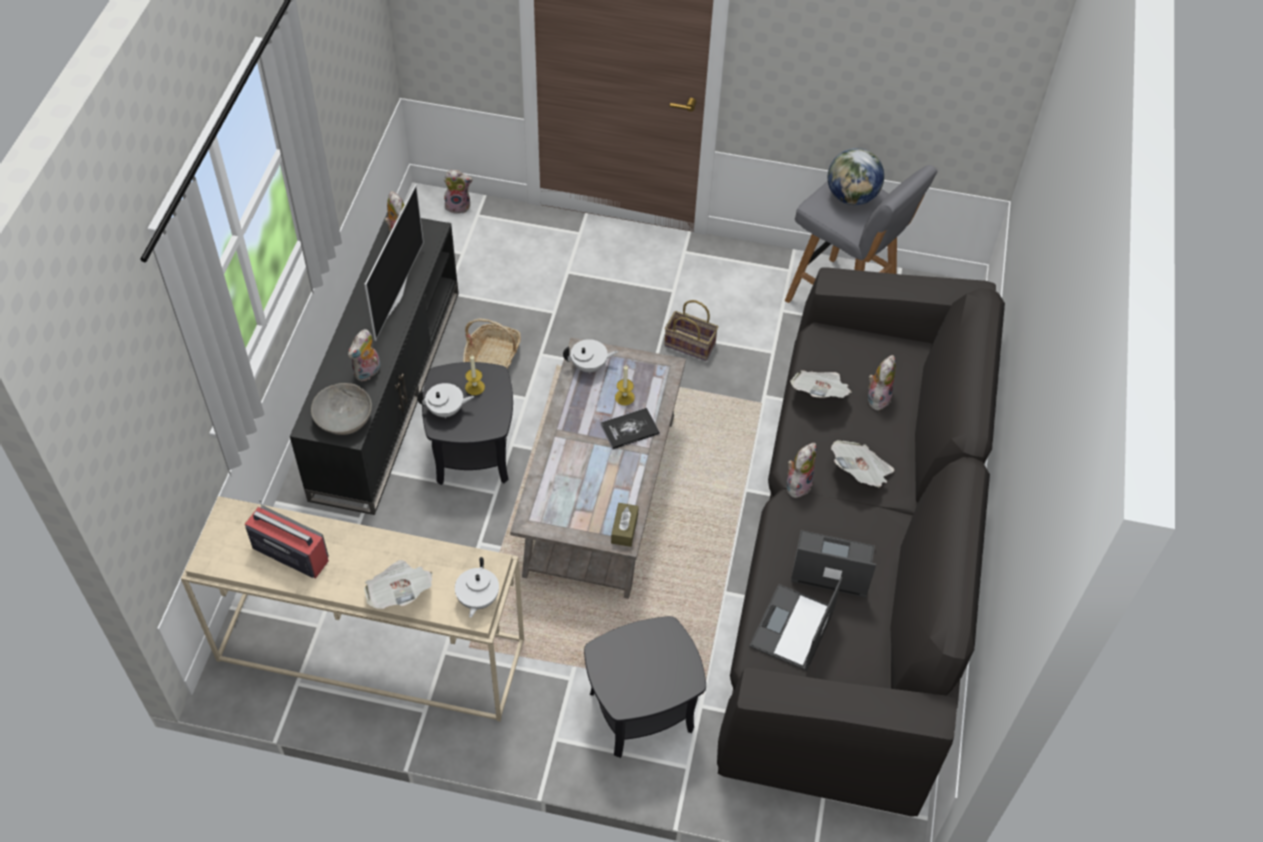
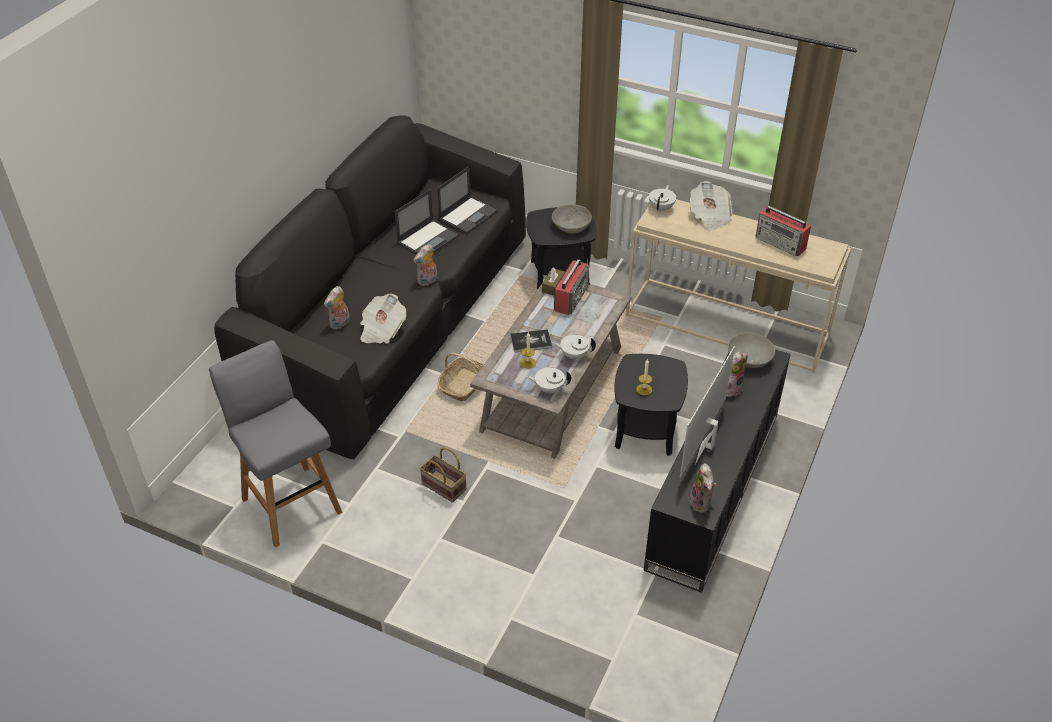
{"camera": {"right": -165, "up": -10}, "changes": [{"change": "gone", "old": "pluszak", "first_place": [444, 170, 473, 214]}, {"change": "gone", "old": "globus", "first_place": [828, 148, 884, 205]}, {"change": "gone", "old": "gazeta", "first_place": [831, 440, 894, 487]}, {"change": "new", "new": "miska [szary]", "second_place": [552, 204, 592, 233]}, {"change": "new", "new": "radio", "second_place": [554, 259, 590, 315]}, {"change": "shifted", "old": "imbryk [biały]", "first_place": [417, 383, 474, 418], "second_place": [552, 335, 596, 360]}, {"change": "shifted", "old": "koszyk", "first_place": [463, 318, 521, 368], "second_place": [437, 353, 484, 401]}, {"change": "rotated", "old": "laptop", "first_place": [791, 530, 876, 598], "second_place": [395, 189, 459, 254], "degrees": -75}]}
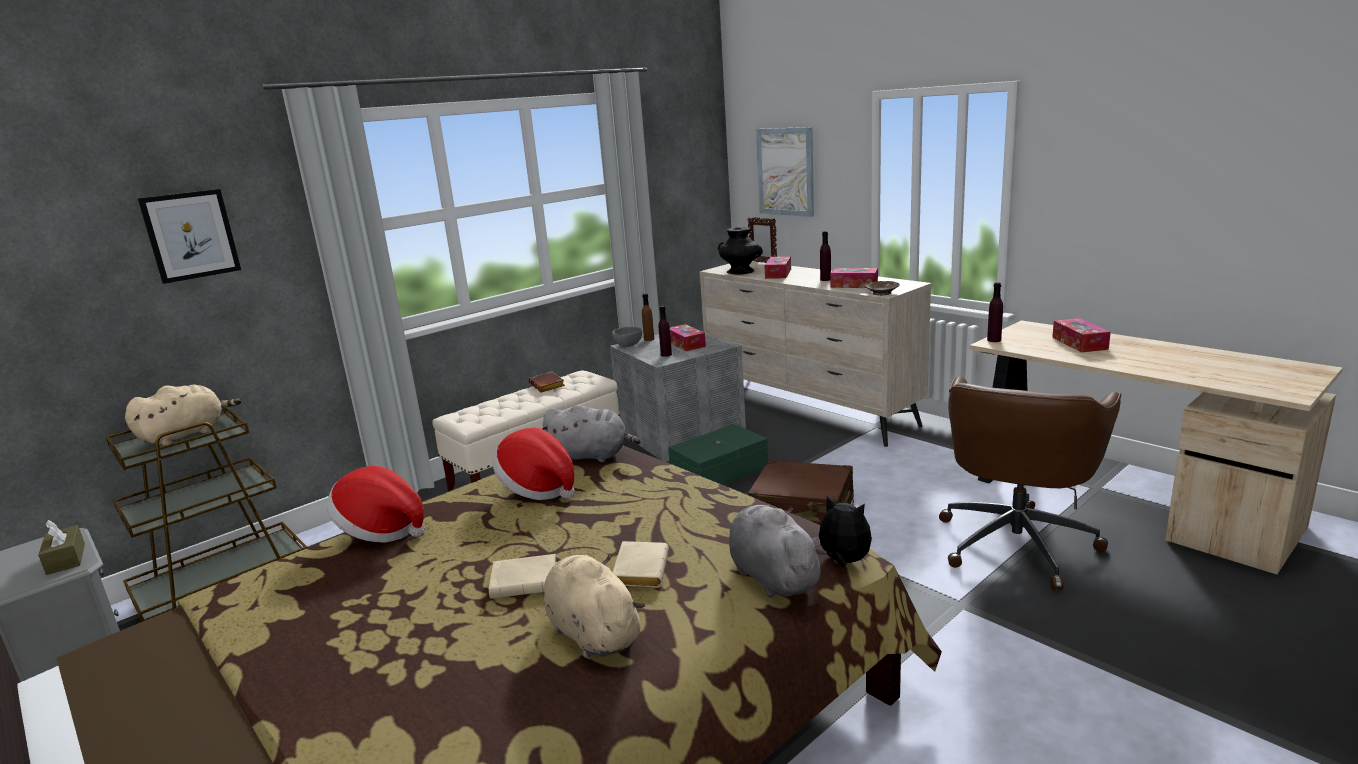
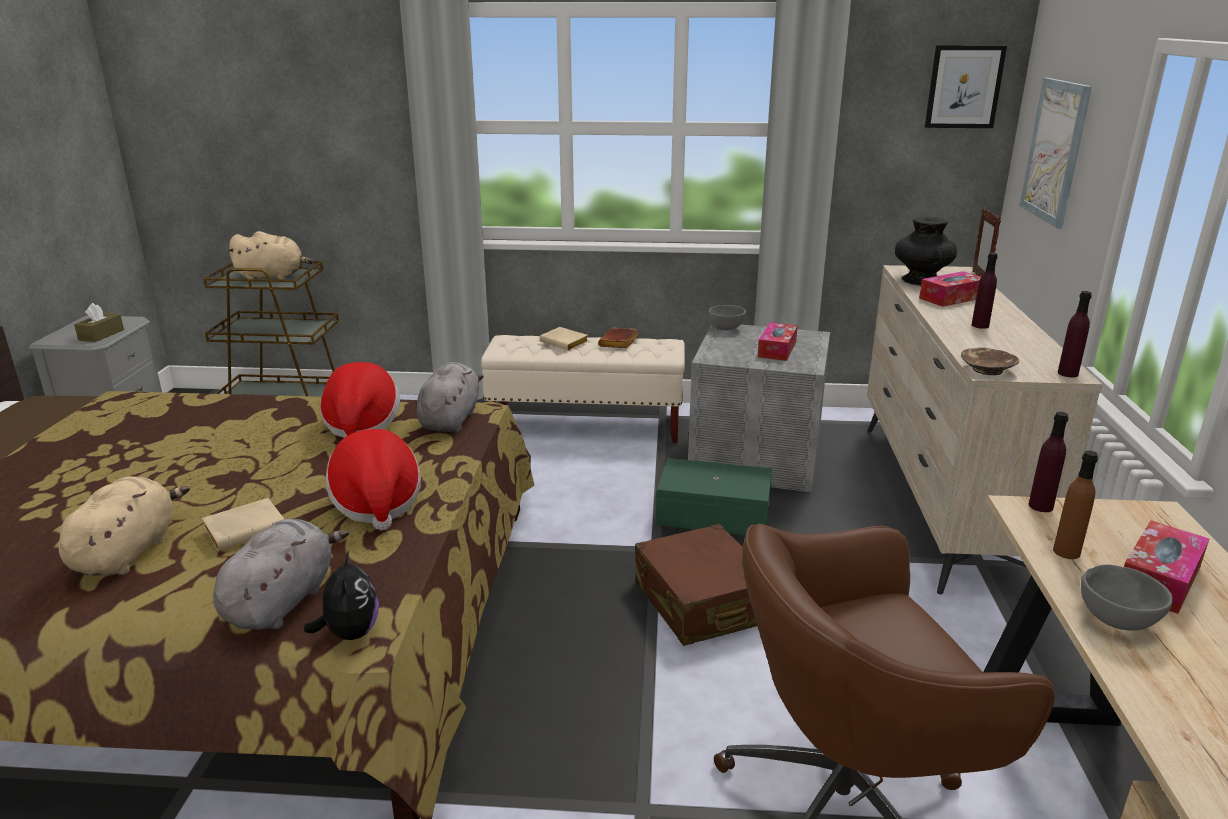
{"camera": {"right": 45, "up": 5}, "changes": [{"change": "gone", "old": "pudełko chusteczek", "first_place": [830, 268, 878, 288]}, {"change": "new", "new": "miska [szary]", "second_place": [1081, 564, 1173, 631]}, {"change": "shifted", "old": "obraz", "first_place": [138, 189, 241, 284], "second_place": [925, 45, 1007, 128]}, {"change": "shifted", "old": "kapelusz", "first_place": [327, 466, 425, 543], "second_place": [326, 429, 421, 530]}, {"change": "shifted", "old": "książka [beżowy]", "first_place": [489, 554, 557, 599], "second_place": [540, 327, 588, 350]}, {"change": "shifted", "old": "butelka [brązowy]", "first_place": [642, 293, 654, 341], "second_place": [1053, 451, 1098, 559]}, {"change": "shifted", "old": "butelka [fioletowy]", "first_place": [659, 306, 672, 357], "second_place": [1058, 291, 1092, 377]}, {"change": "rotated", "old": "pluszak [szary]", "first_place": [542, 405, 640, 462], "second_place": [416, 362, 484, 432], "degrees": -135}]}
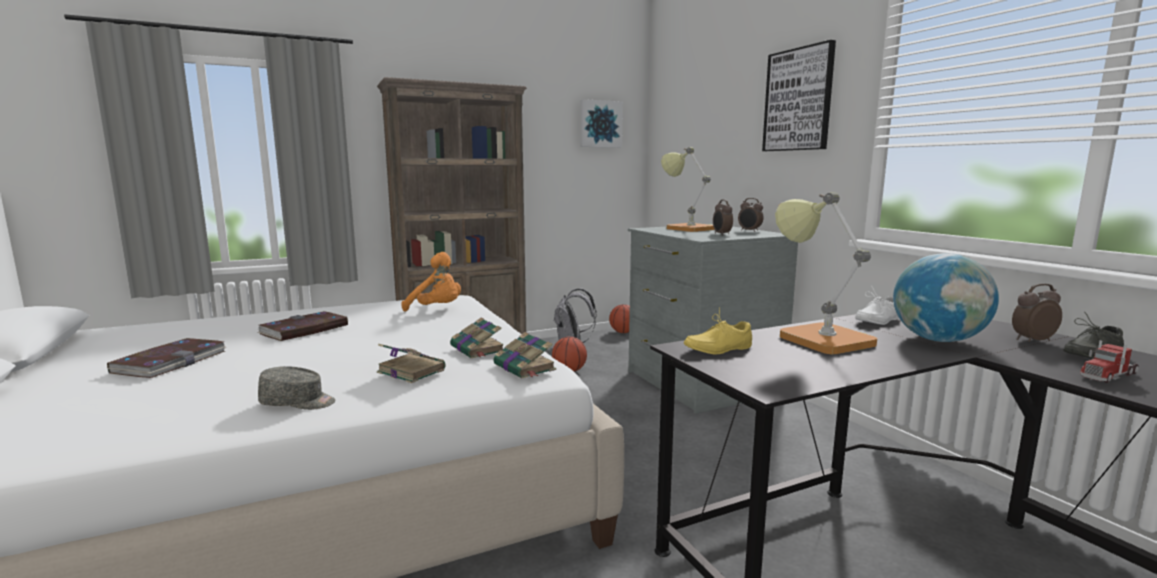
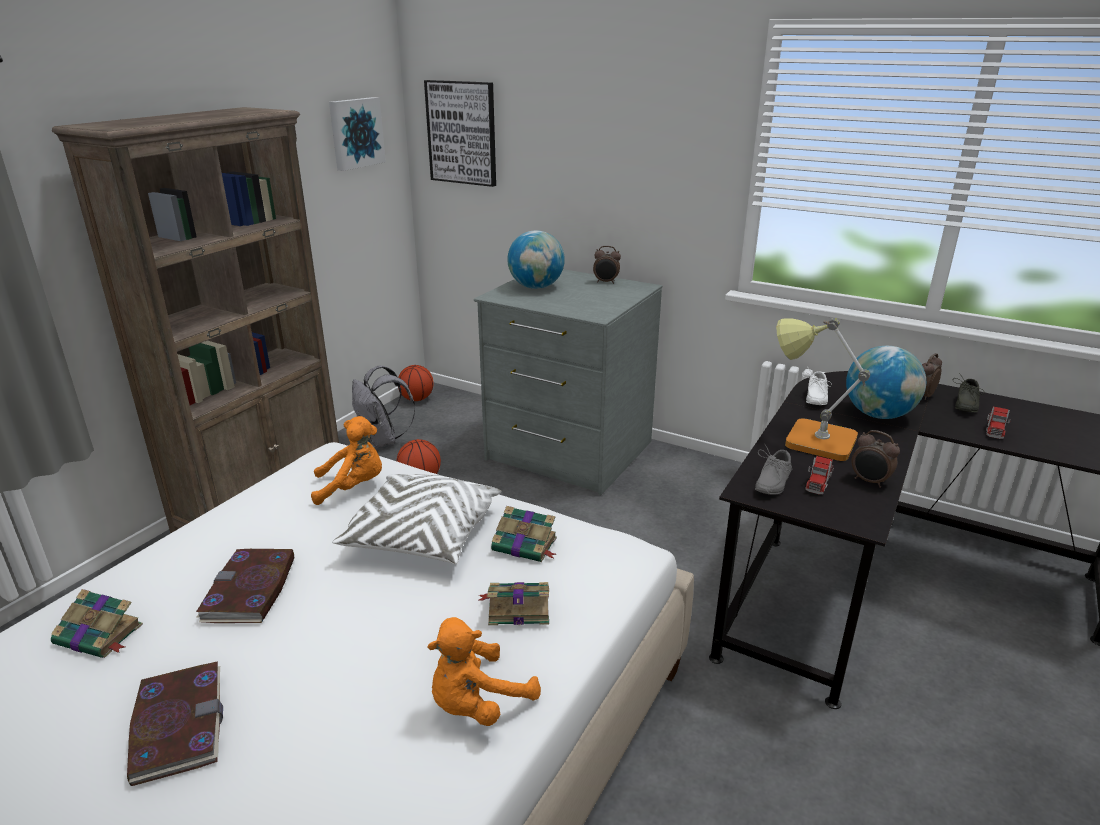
{"camera": {"right": -35, "up": 15}, "changes": [{"change": "new", "new": "poduszka [biały]", "second_place": [332, 474, 502, 564]}, {"change": "new", "new": "ciężarówka zabawkowa", "second_place": [805, 456, 834, 495]}, {"change": "shifted", "old": "książka", "first_place": [493, 332, 556, 379], "second_place": [51, 589, 143, 658]}, {"change": "shifted", "old": "budzik", "first_place": [713, 199, 733, 235], "second_place": [852, 430, 900, 488]}, {"change": "shifted", "old": "obraz", "first_place": [762, 40, 836, 151], "second_place": [424, 80, 496, 187]}, {"change": "swapped", "old": "czapka z daszkiem [szary]", "new": "pluszak [pomarańczowy]", "first_place": [258, 366, 336, 410], "second_place": [427, 617, 541, 726]}, {"change": "swapped", "old": "lampa stołowa", "new": "globus", "first_place": [661, 147, 715, 232], "second_place": [507, 230, 565, 289]}, {"change": "repainted", "old": "but [żółty]", "new": "but [szary]", "first_place": [684, 307, 752, 355], "second_place": [755, 445, 792, 494]}]}
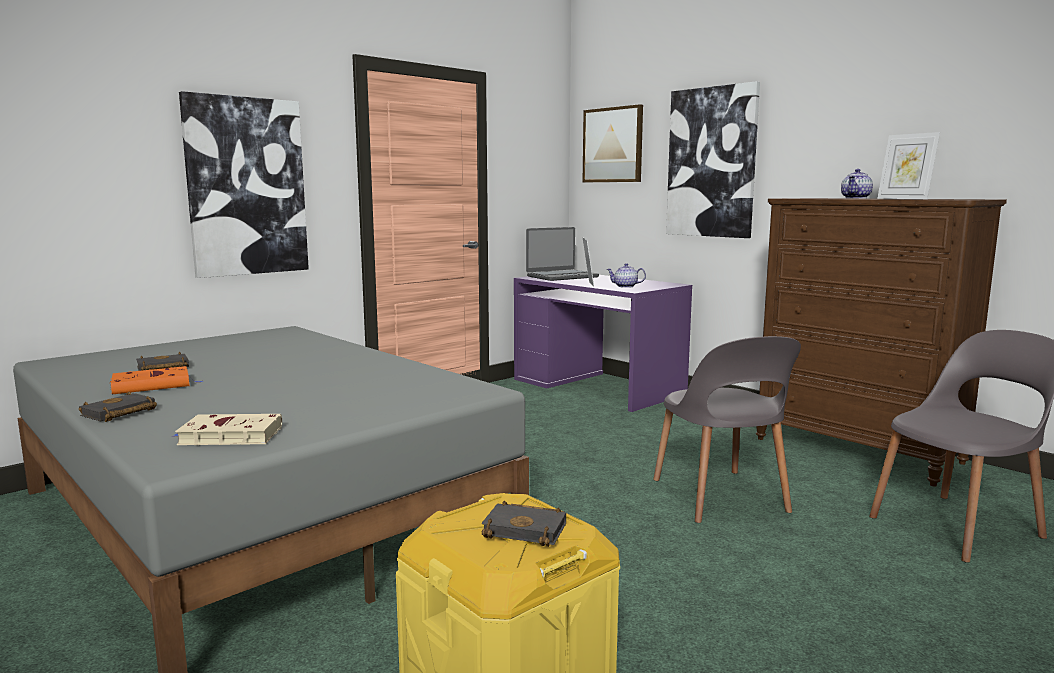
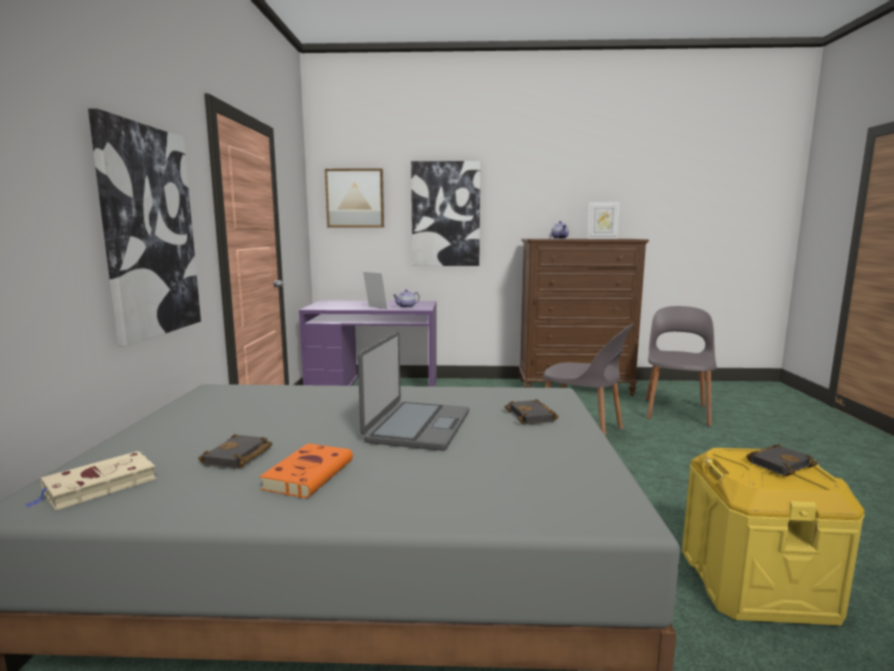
{"camera": {"right": -45, "up": 0}, "changes": [{"change": "shifted", "old": "książka [czarny]", "first_place": [79, 392, 157, 422], "second_place": [505, 399, 558, 425]}, {"change": "shifted", "old": "książka [beżowy]", "first_place": [171, 414, 282, 445], "second_place": [24, 451, 157, 511]}, {"change": "shifted", "old": "laptop", "first_place": [526, 227, 599, 281], "second_place": [358, 332, 469, 451]}]}
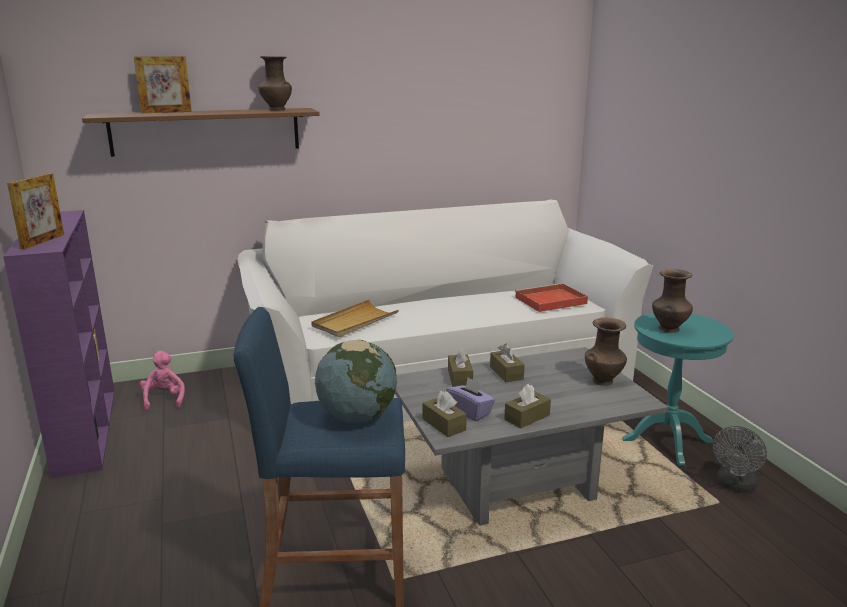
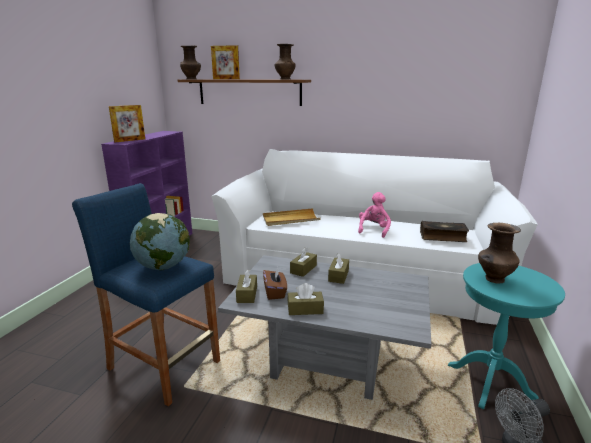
{"camera": {"right": 35, "up": 0}, "changes": [{"change": "shifted", "old": "pluszak [różowy]", "first_place": [140, 351, 185, 410], "second_place": [358, 192, 391, 238]}, {"change": "shifted", "old": "wazon [brązowy]", "first_place": [585, 317, 627, 386], "second_place": [180, 46, 201, 79]}, {"change": "swapped", "old": "taca [czerwony]", "new": "książka", "first_place": [515, 283, 588, 312], "second_place": [420, 221, 469, 242]}, {"change": "repainted", "old": "pudełko chusteczek [fioletowy]", "new": "pudełko chusteczek [brązowy]", "first_place": [446, 377, 495, 421], "second_place": [263, 267, 287, 300]}]}
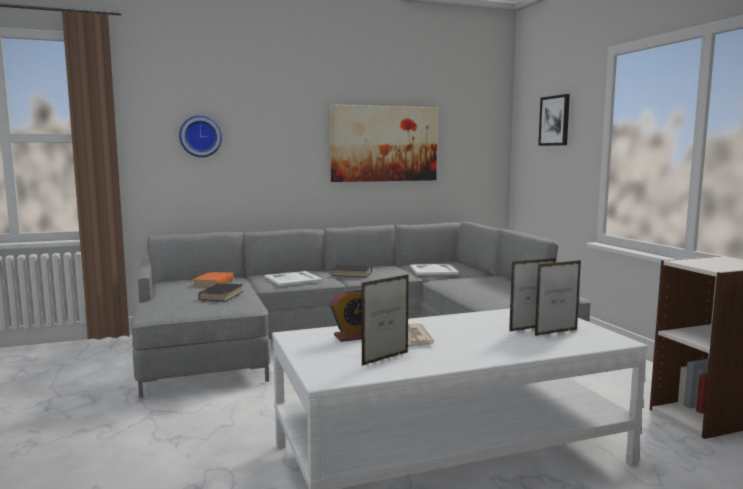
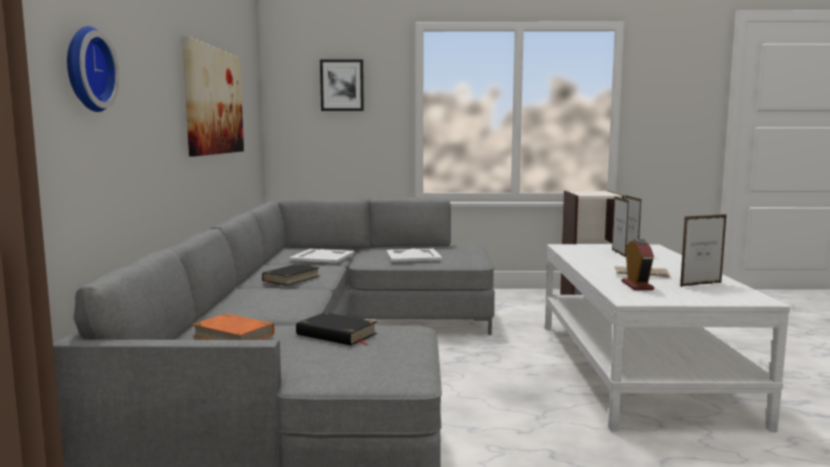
{"camera": {"right": -70, "up": 0}, "changes": [{"change": "shifted", "old": "taca [biały]", "first_place": [265, 271, 323, 286], "second_place": [386, 248, 442, 262]}, {"change": "rotated", "old": "ramka na zdjęcie", "first_place": [361, 274, 409, 366], "second_place": [680, 214, 727, 287], "degrees": 90}]}
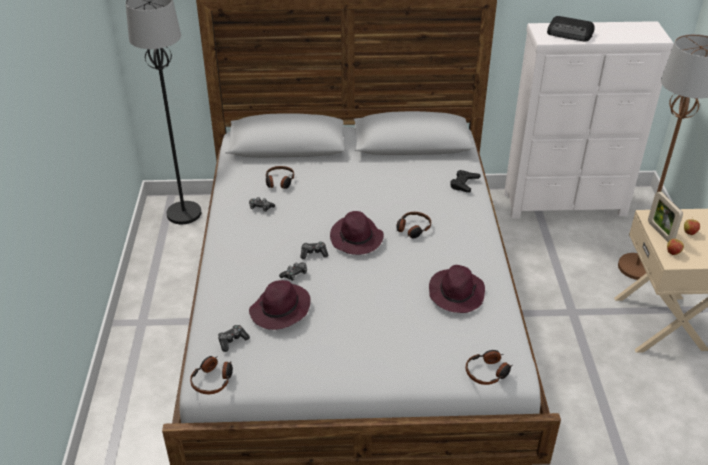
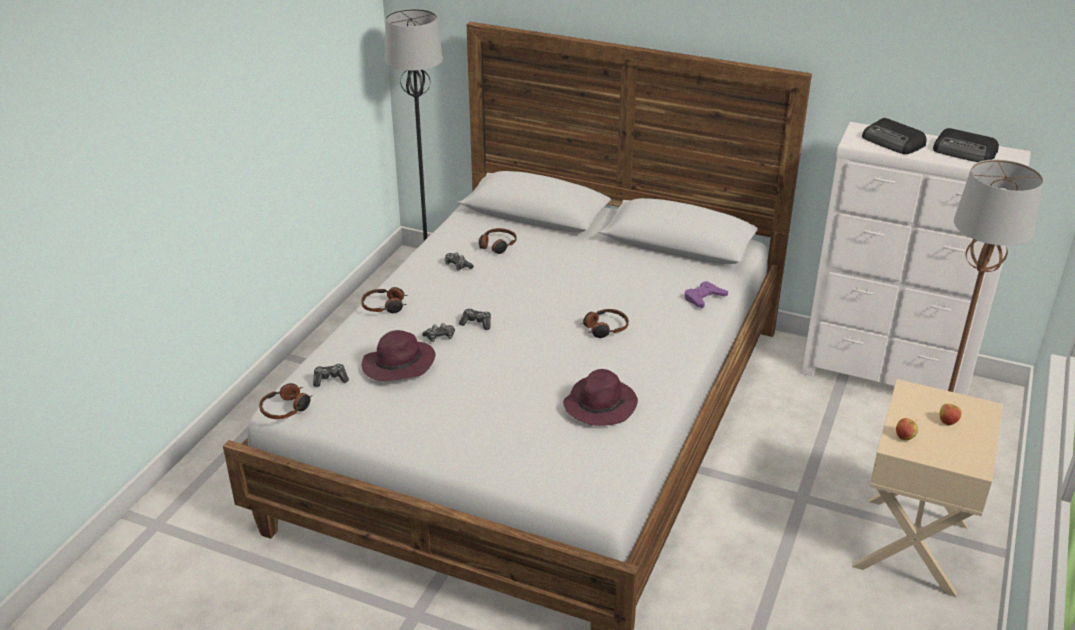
{"camera": {"right": 25, "up": -5}, "changes": [{"change": "gone", "old": "kapelusz [fioletowy]", "first_place": [330, 211, 384, 255]}, {"change": "gone", "old": "ramka na zdjęcie", "first_place": [648, 191, 683, 242]}, {"change": "new", "new": "radio", "second_place": [933, 128, 999, 162]}, {"change": "shifted", "old": "słuchawki", "first_place": [466, 350, 512, 385], "second_place": [361, 287, 407, 313]}, {"change": "repainted", "old": "pad do gier [czarny]", "new": "pad do gier [fioletowy]", "first_place": [450, 170, 481, 193], "second_place": [685, 281, 728, 308]}]}
